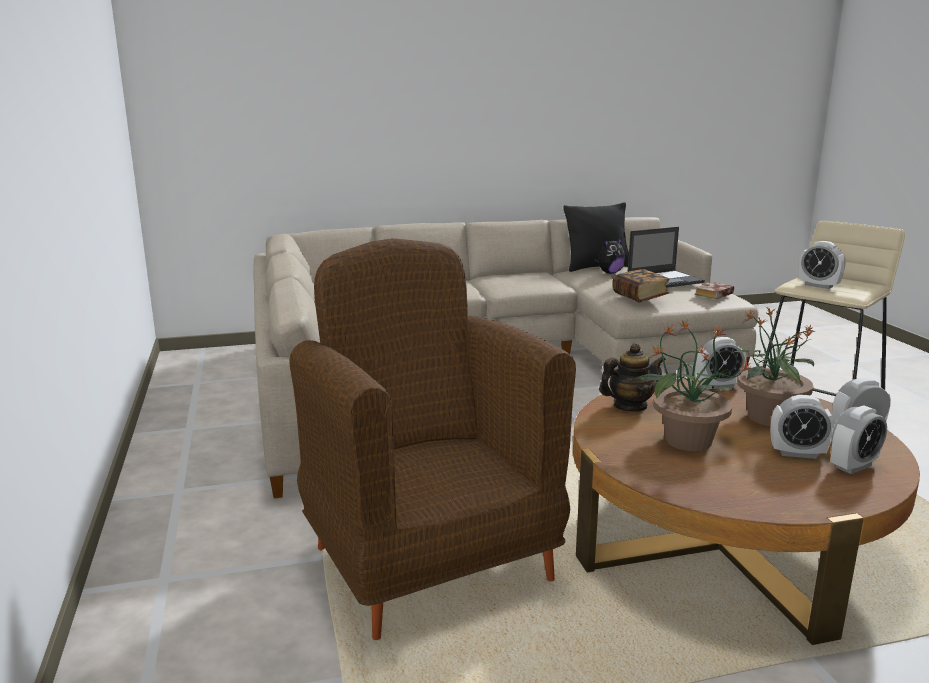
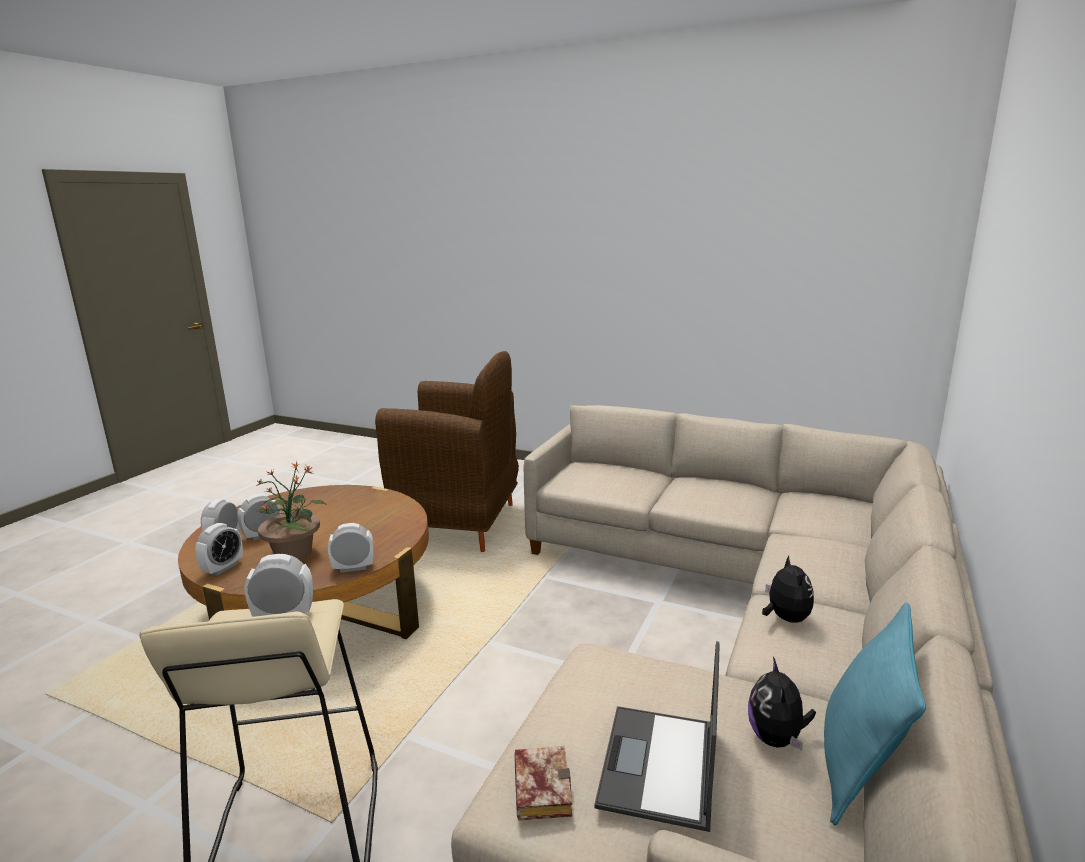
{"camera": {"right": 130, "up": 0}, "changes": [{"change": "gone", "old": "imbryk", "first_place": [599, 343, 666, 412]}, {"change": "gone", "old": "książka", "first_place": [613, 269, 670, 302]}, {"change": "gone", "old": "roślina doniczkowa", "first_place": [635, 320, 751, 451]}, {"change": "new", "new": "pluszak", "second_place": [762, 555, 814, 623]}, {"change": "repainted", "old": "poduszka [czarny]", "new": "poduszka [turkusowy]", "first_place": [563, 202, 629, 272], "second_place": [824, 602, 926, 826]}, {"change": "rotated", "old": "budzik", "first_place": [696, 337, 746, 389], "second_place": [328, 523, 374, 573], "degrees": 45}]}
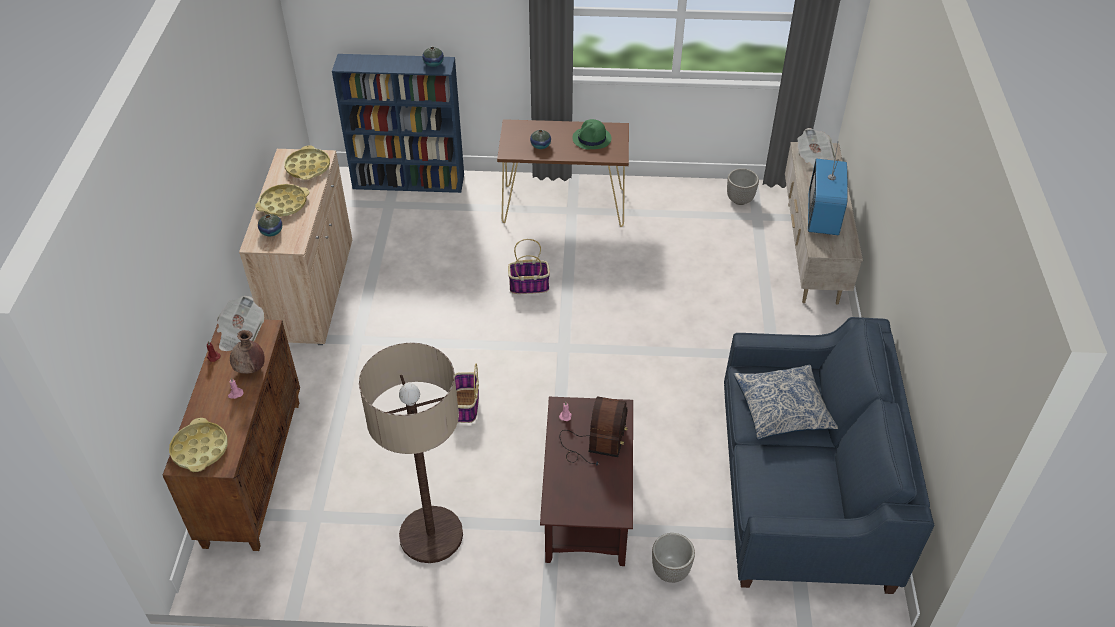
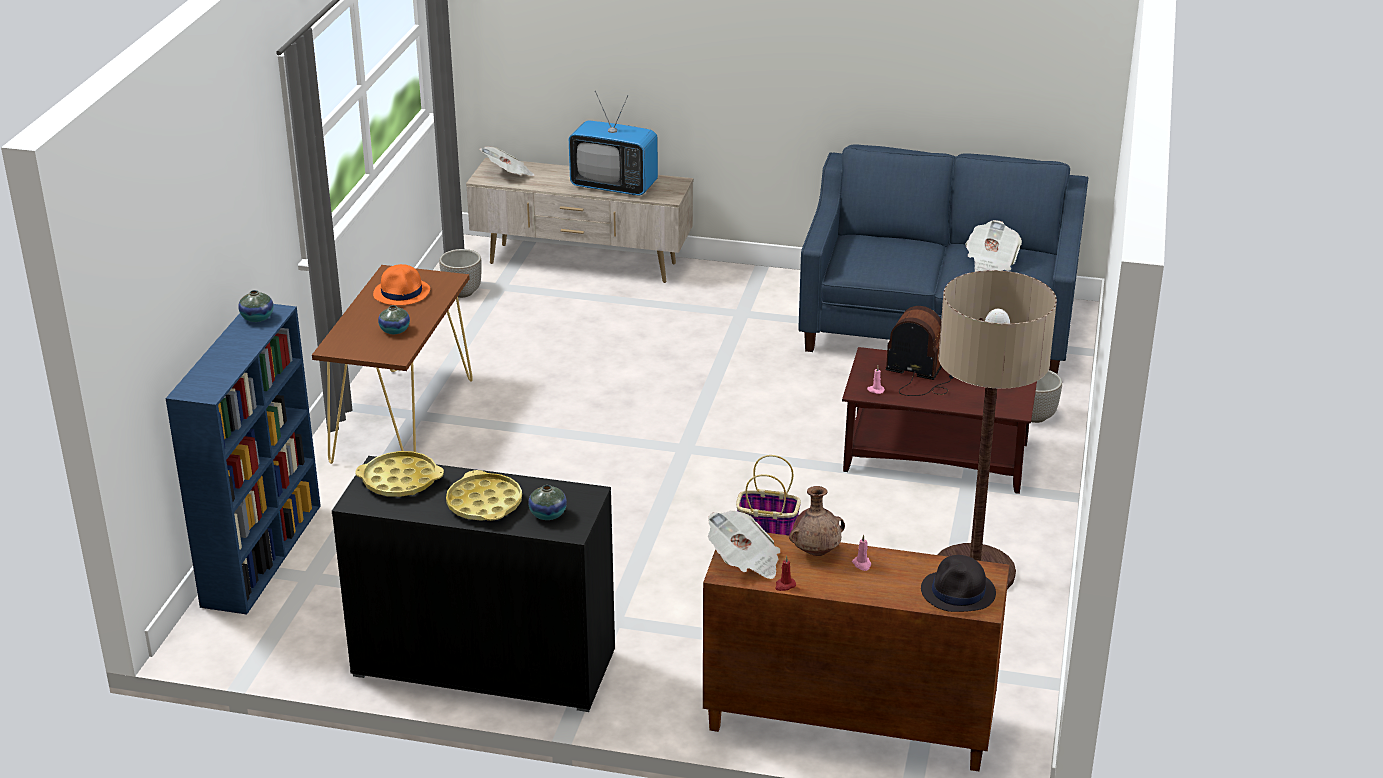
{"camera": {"right": -80, "up": -15}, "changes": [{"change": "gone", "old": "koszyk", "first_place": [508, 239, 550, 294]}, {"change": "gone", "old": "poduszka", "first_place": [734, 365, 838, 440]}, {"change": "new", "new": "gazeta", "second_place": [966, 220, 1022, 272]}, {"change": "swapped", "old": "taca [żółty]", "new": "kapelusz [czarny]", "first_place": [169, 418, 228, 472], "second_place": [921, 555, 996, 612]}, {"change": "repainted", "old": "szafka [beżowy]", "new": "szafka [czarny]", "first_place": [239, 149, 352, 345], "second_place": [332, 456, 615, 712]}, {"change": "repainted", "old": "kapelusz [zielony]", "new": "kapelusz [pomarańczowy]", "first_place": [572, 119, 612, 149], "second_place": [373, 264, 430, 305]}]}
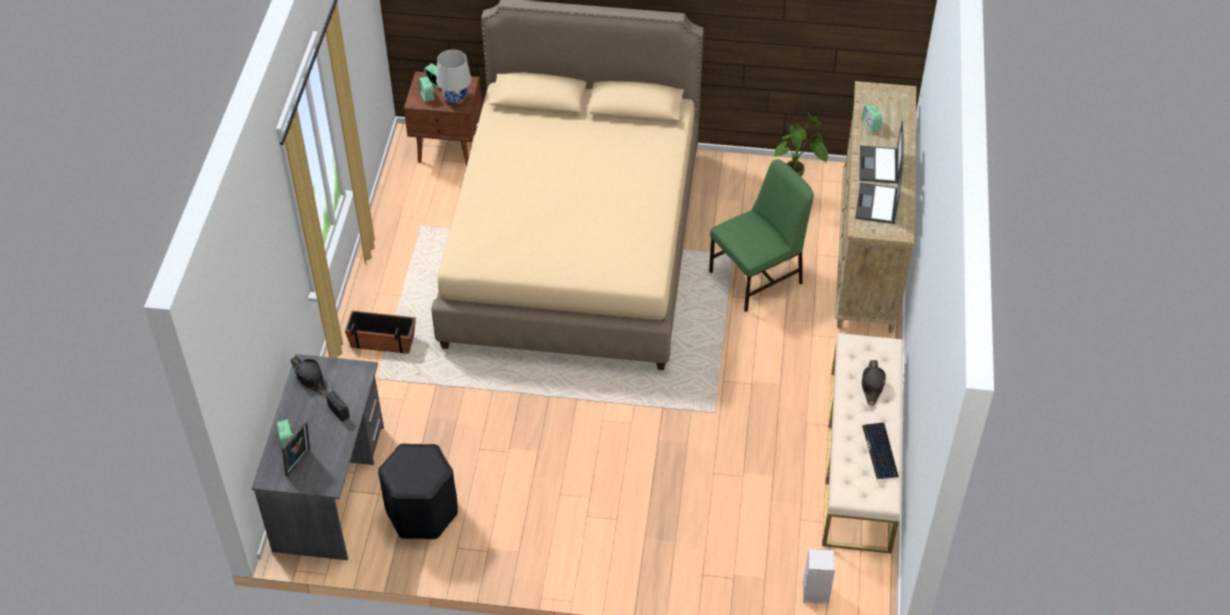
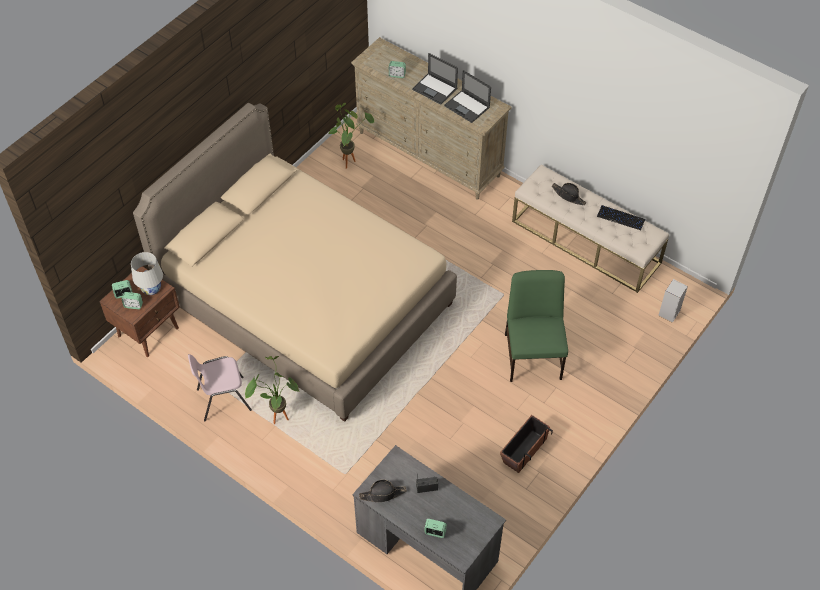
{"camera": {"right": -60, "up": 5}, "changes": [{"change": "gone", "old": "ramka na zdjęcie", "first_place": [281, 421, 310, 477]}, {"change": "gone", "old": "stołek [czarny]", "first_place": [378, 444, 458, 539]}, {"change": "new", "new": "krzesło [różowy]", "second_place": [188, 354, 252, 421]}, {"change": "new", "new": "roślina doniczkowa", "second_place": [245, 356, 300, 424]}, {"change": "shifted", "old": "donica", "first_place": [345, 310, 416, 354], "second_place": [500, 415, 553, 473]}, {"change": "shifted", "old": "krzesło [zielony]", "first_place": [709, 159, 814, 312], "second_place": [505, 270, 568, 382]}]}
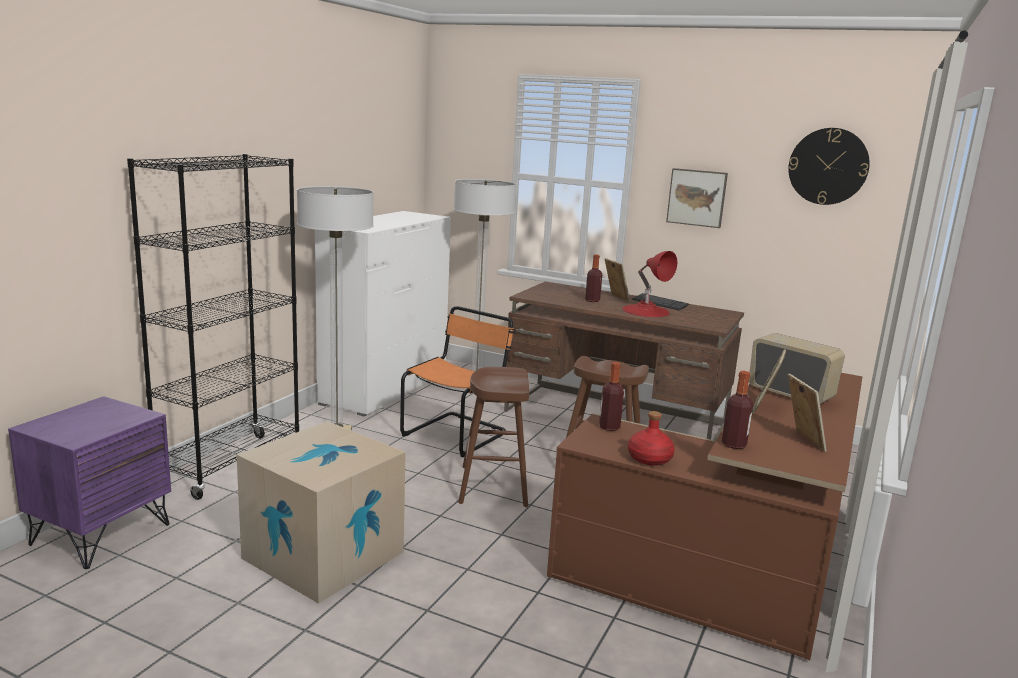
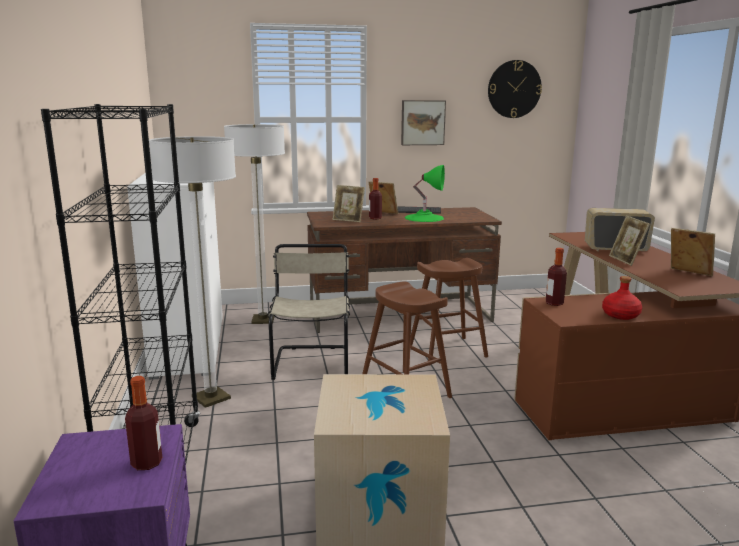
{"camera": {"right": -35, "up": 0}, "changes": [{"change": "new", "new": "ramka na zdjęcie", "second_place": [333, 185, 365, 222]}, {"change": "shifted", "old": "butelka", "first_place": [722, 371, 753, 449], "second_place": [125, 376, 162, 470]}, {"change": "repainted", "old": "krzesło [pomarańczowy]", "new": "krzesło [beżowy]", "first_place": [400, 306, 514, 457], "second_place": [268, 244, 350, 380]}, {"change": "repainted", "old": "lampa stołowa [czerwony]", "new": "lampa stołowa [zielony]", "first_place": [622, 251, 677, 317], "second_place": [405, 165, 445, 222]}]}
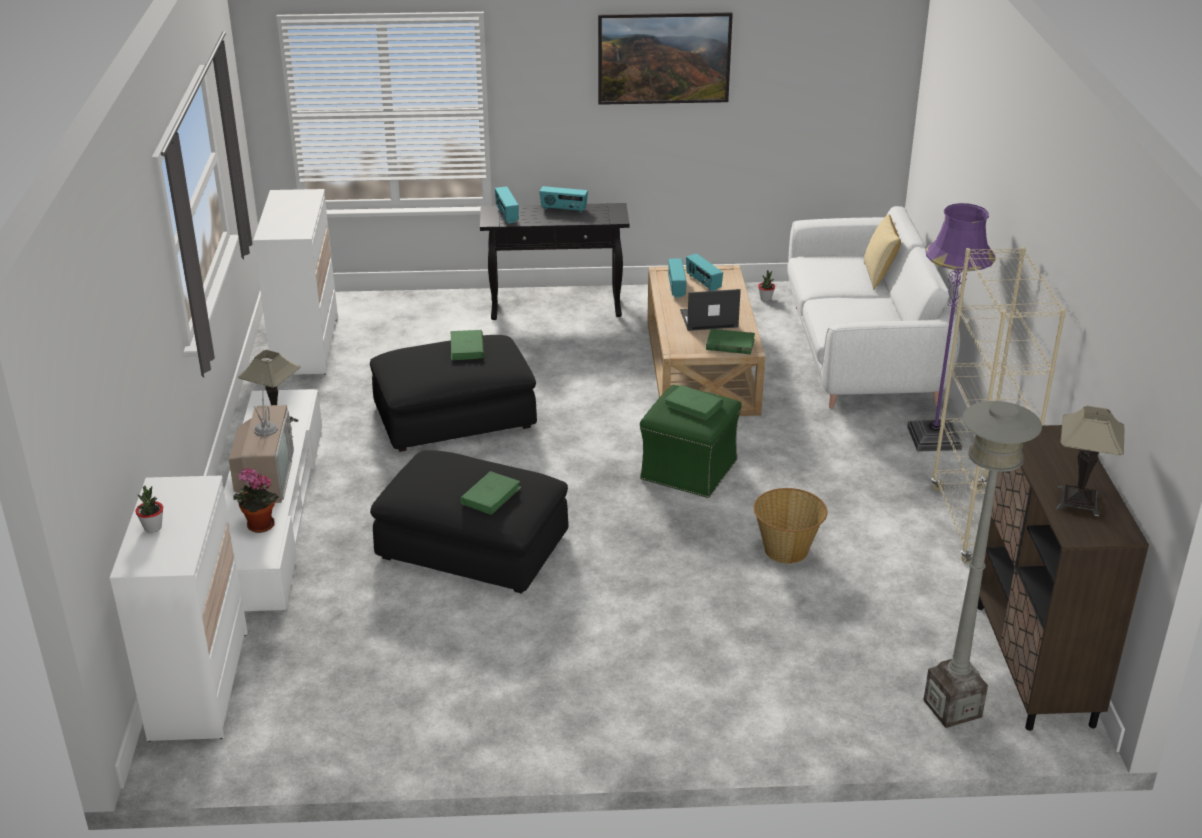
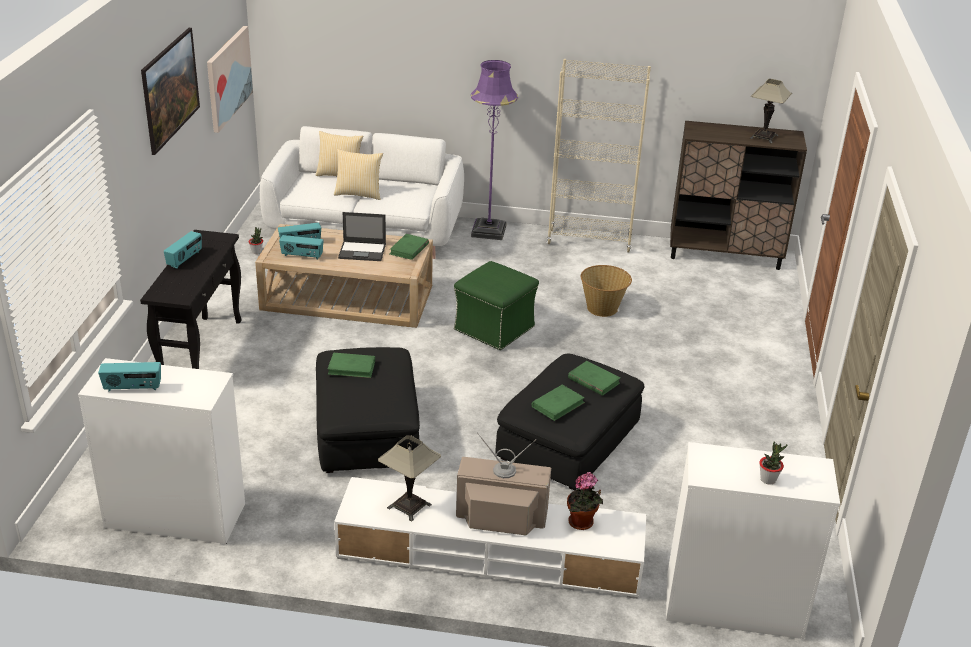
{"camera": {"right": -80, "up": 0}, "changes": [{"change": "gone", "old": "lampa stojąca [szary]", "first_place": [923, 401, 1042, 728]}, {"change": "new", "new": "obraz", "second_place": [207, 26, 253, 133]}, {"change": "new", "new": "poduszka", "second_place": [334, 149, 383, 200]}, {"change": "shifted", "old": "radio", "first_place": [495, 186, 519, 224], "second_place": [98, 362, 161, 392]}, {"change": "shifted", "old": "książka [zielony]", "first_place": [664, 385, 723, 420], "second_place": [532, 384, 585, 421]}, {"change": "rotated", "old": "laptop", "first_place": [680, 289, 741, 331], "second_place": [338, 212, 386, 261], "degrees": -90}]}
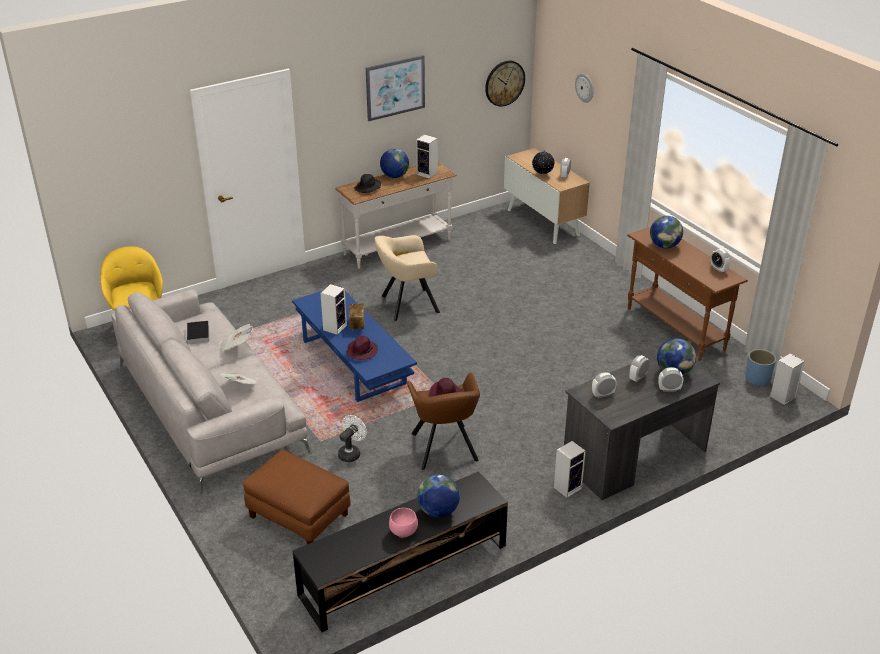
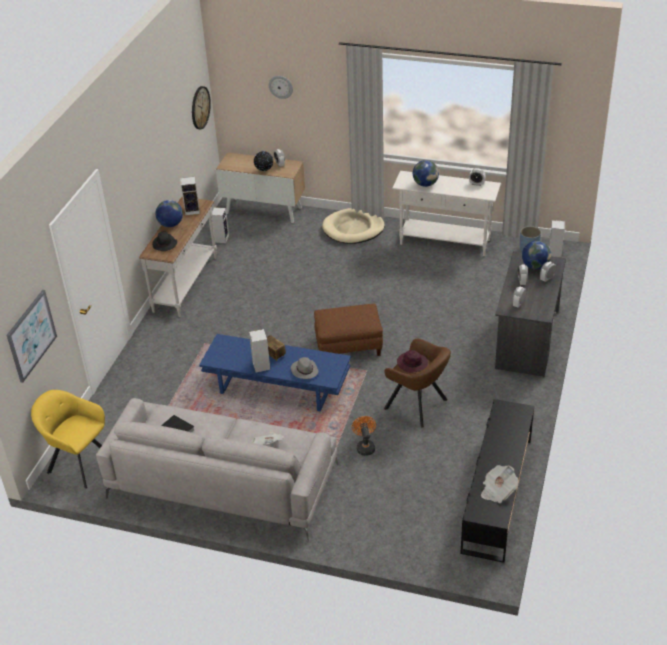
{"camera": {"right": -40, "up": 5}, "changes": [{"change": "gone", "old": "fotel [beżowy]", "first_place": [375, 235, 440, 322]}, {"change": "gone", "old": "miska [różowy]", "first_place": [389, 508, 418, 537]}, {"change": "gone", "old": "globus", "first_place": [417, 475, 460, 518]}, {"change": "new", "new": "legowisko [beżowy]", "second_place": [322, 208, 385, 244]}, {"change": "shifted", "old": "gazeta", "first_place": [219, 324, 253, 352], "second_place": [481, 465, 519, 503]}, {"change": "shifted", "old": "pufa [brązowy]", "first_place": [243, 450, 351, 544], "second_place": [314, 304, 383, 356]}, {"change": "shifted", "old": "obraz", "first_place": [366, 55, 425, 121], "second_place": [7, 290, 57, 383]}, {"change": "shifted", "old": "głośnik", "first_place": [554, 441, 586, 498], "second_place": [212, 207, 229, 243]}, {"change": "repainted", "old": "wentylator [biały]", "new": "wentylator [pomarańczowy]", "first_place": [338, 415, 367, 462], "second_place": [352, 416, 376, 456]}, {"change": "repainted", "old": "kapelusz [fioletowy]", "new": "kapelusz [szary]", "first_place": [346, 335, 378, 360], "second_place": [291, 357, 319, 379]}, {"change": "repainted", "old": "stolik konsolowy [brązowy]", "new": "stolik konsolowy [biały]", "first_place": [627, 227, 748, 361], "second_place": [392, 171, 501, 256]}]}
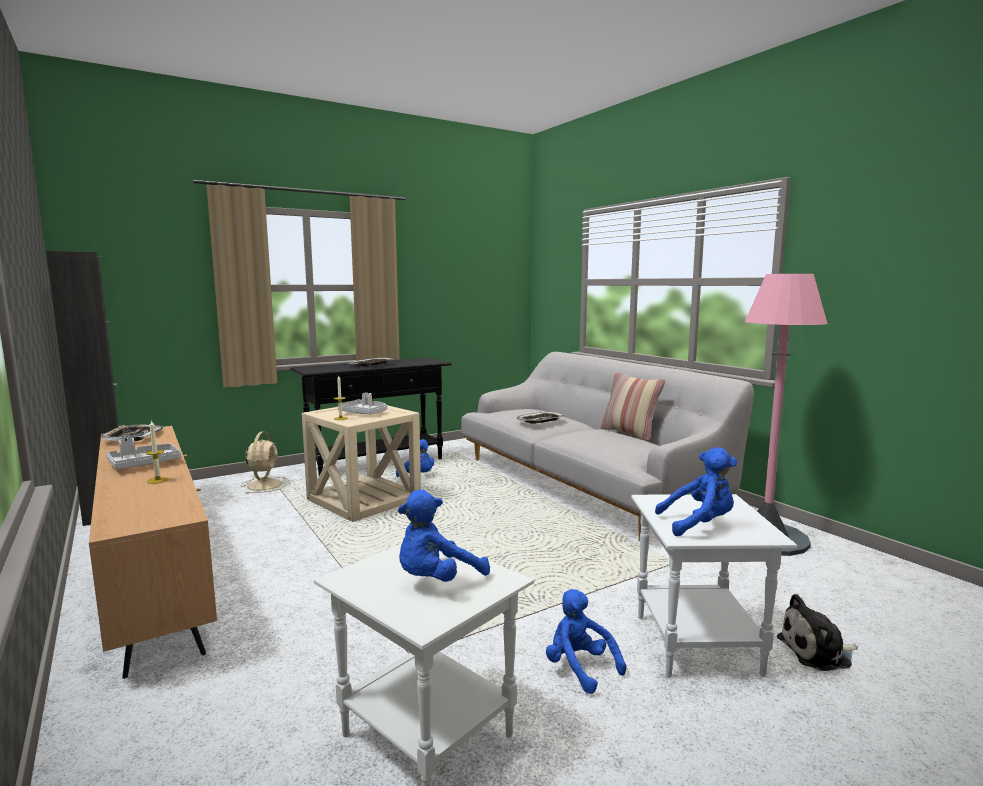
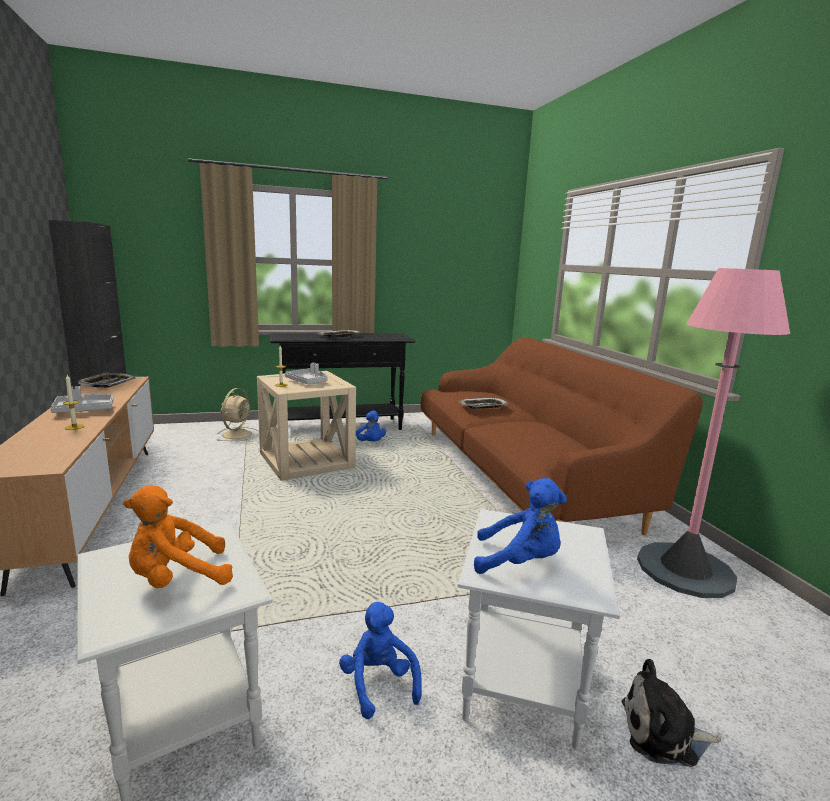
{"camera": {"right": 15, "up": 5}, "changes": [{"change": "gone", "old": "poduszka", "first_place": [600, 372, 665, 441]}, {"change": "repainted", "old": "pluszak [niebieski]", "new": "pluszak [pomarańczowy]", "first_place": [398, 490, 490, 582], "second_place": [123, 485, 233, 588]}, {"change": "repainted", "old": "kanapa [szary]", "new": "kanapa [brązowy]", "first_place": [462, 352, 754, 541], "second_place": [421, 337, 703, 535]}]}
